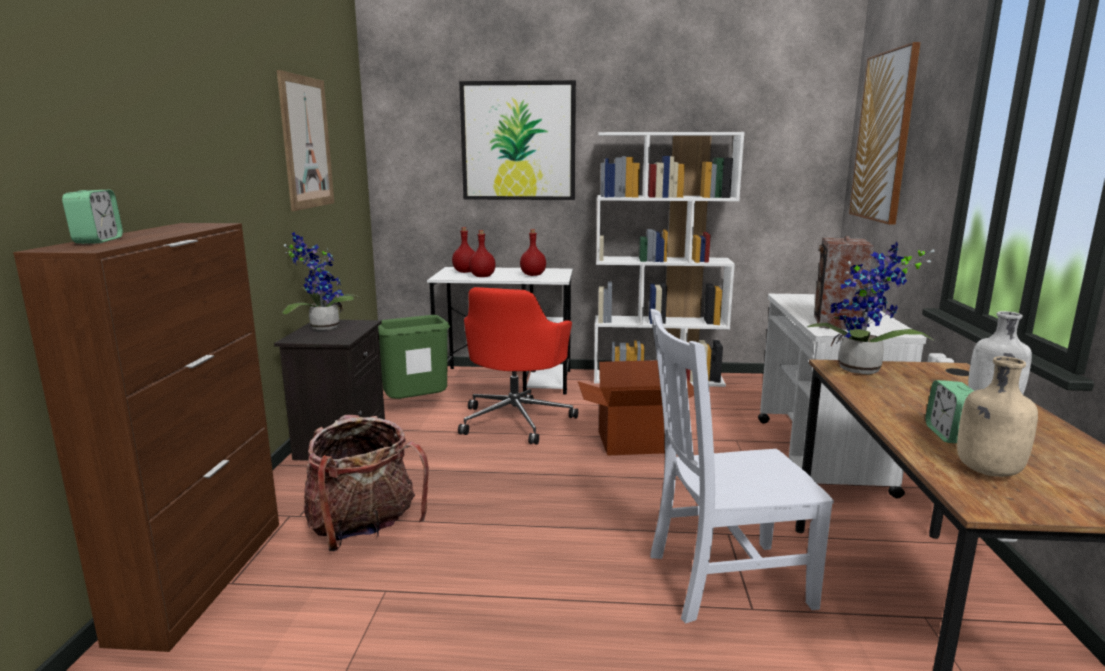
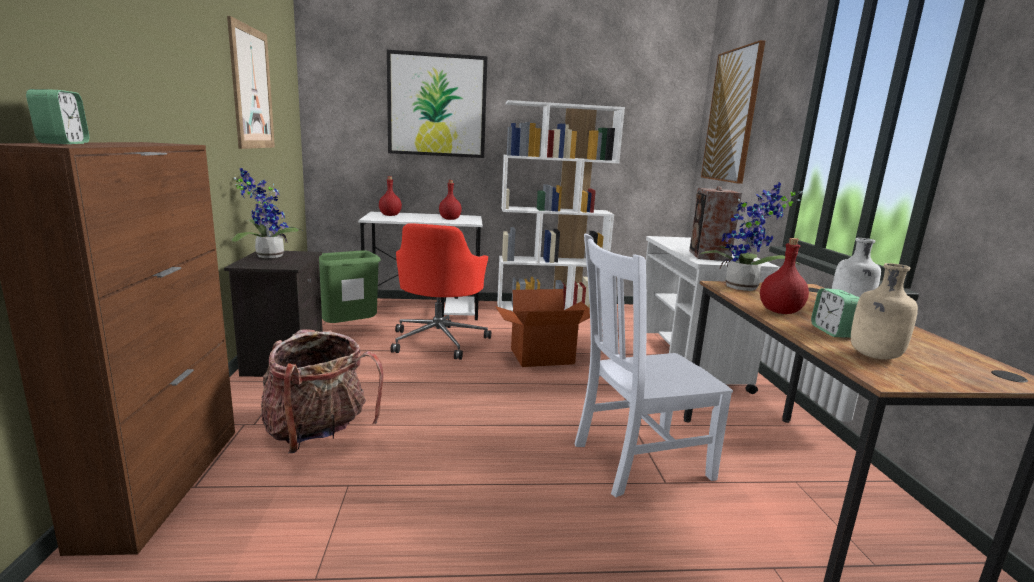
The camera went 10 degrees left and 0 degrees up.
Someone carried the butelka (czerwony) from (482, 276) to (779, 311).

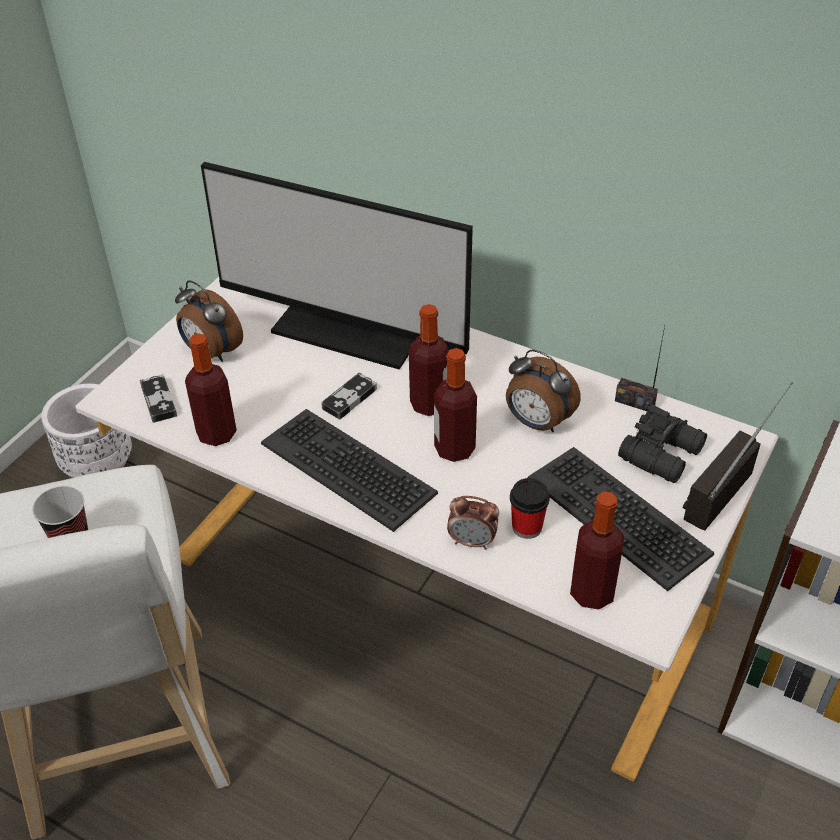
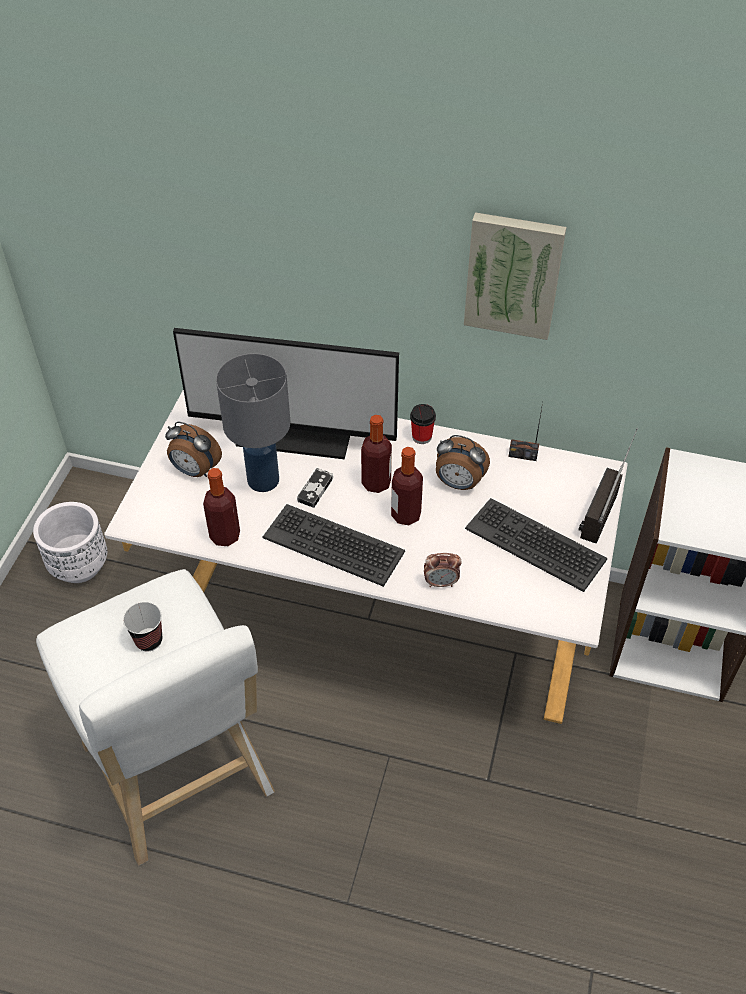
The camera went 15 degrees left and 5 degrees up.
Someone took away the pad do gier at (159, 401).
Someone took away the lornetka (czarny) at (663, 454).
Someone carried the filiżanka from (527, 527) to (421, 437).
Someone took away the butelka at (592, 593).
Someone put up the obraz at (513, 274).
Someone put down the lampa stołowa (szary) at (262, 480).

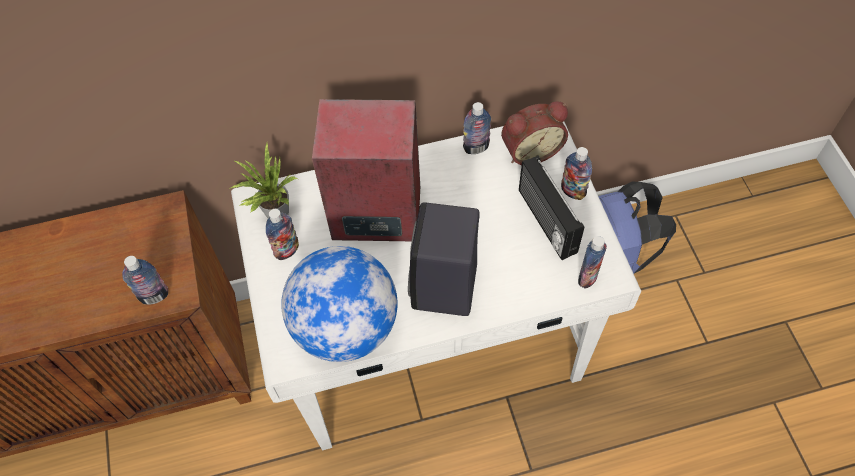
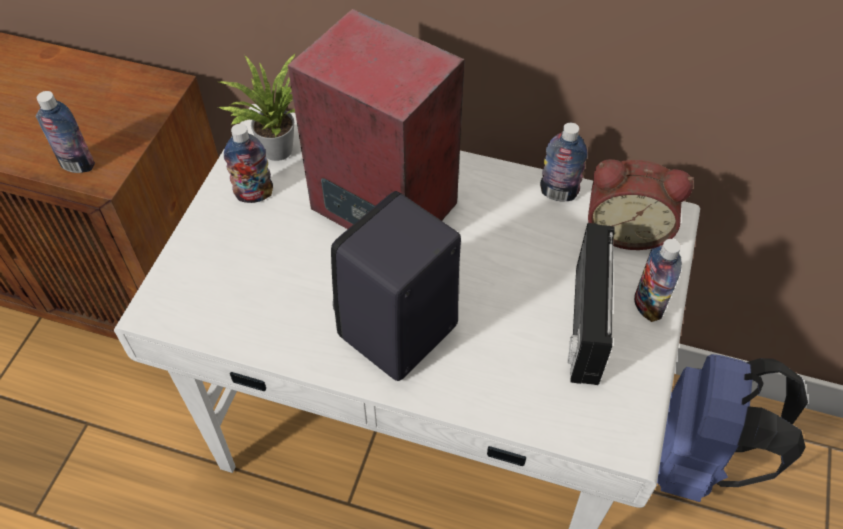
The camera went 30 degrees right and 5 degrees down.
Someone took away the butelka at (587, 277).
Someone took away the globus at (345, 327).

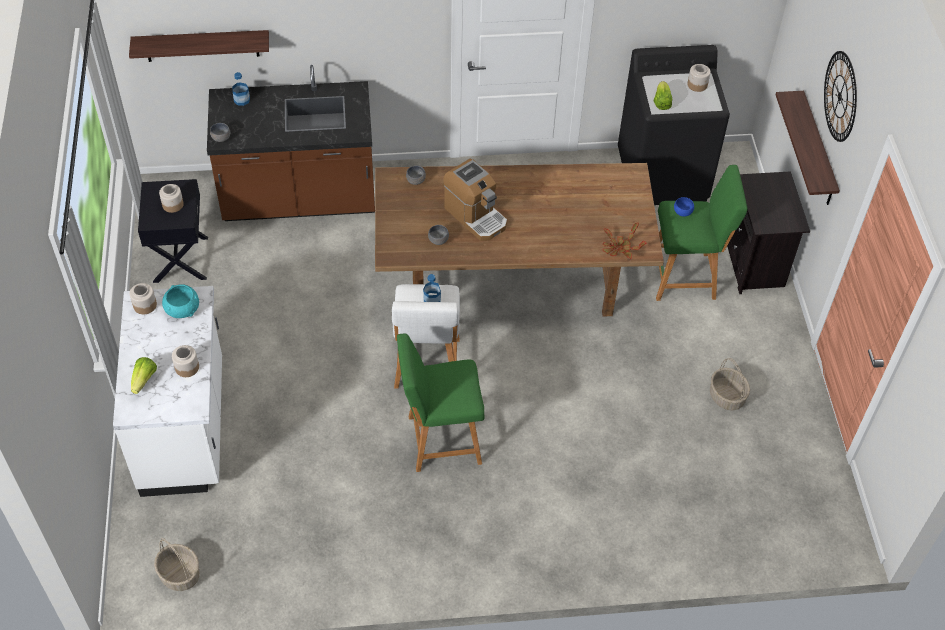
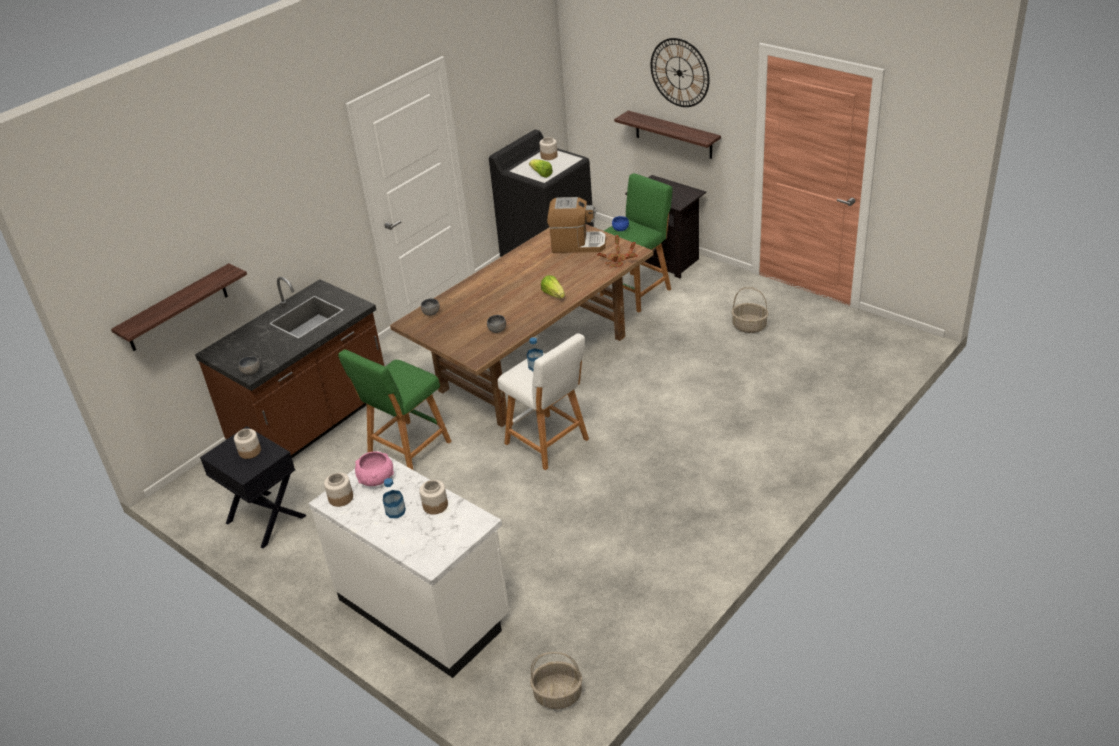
The camera went 40 degrees left and 15 degrees down.
Someone carried the butelka from (242, 100) to (395, 511).
Someone carried the ekspres do kawy from (476, 216) to (577, 244).
Someone repainted the miska (turkusowy) at (182, 309), which became the miska (różowy) at (376, 478).
Someone carried the stołek (zielony) from (440, 440) to (406, 450).
Someone carried the sałata from (144, 380) to (553, 294).

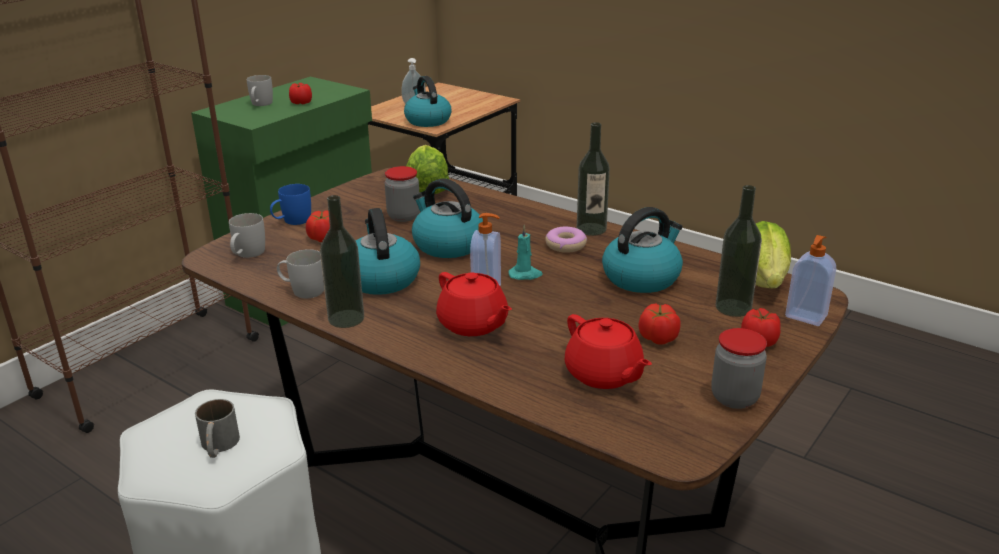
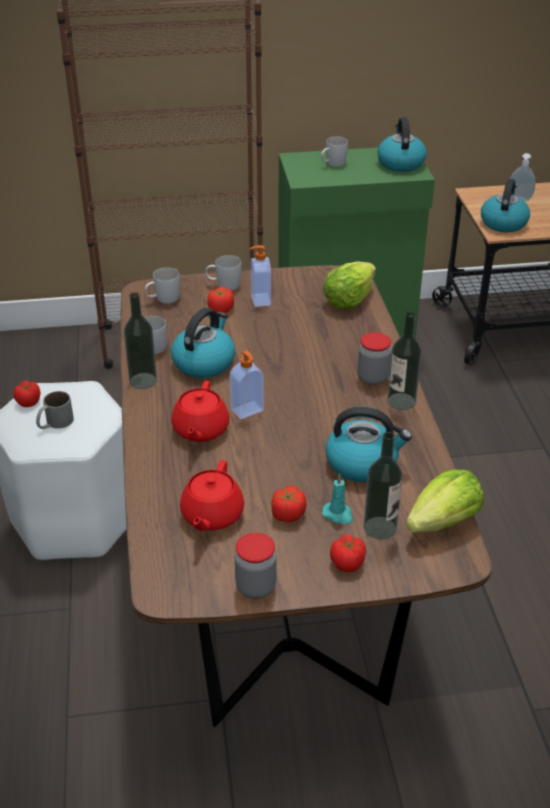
The camera went 45 degrees right and 10 degrees up.
Someone carried the pomidor from (301, 103) to (29, 402).
Someone carried the słoik from (403, 216) to (373, 378).
Someone carried the czajnik from (447, 245) to (400, 163).
Someone repainted the kubek (niebieski) at (292, 221), which became the kubek (biały) at (223, 285).
Someone carried the świeca (turkusowy) from (525, 275) to (338, 515).
Someone took away the donut at (566, 245).
Someone carried the dozownik mydła from (805, 317) to (260, 300).

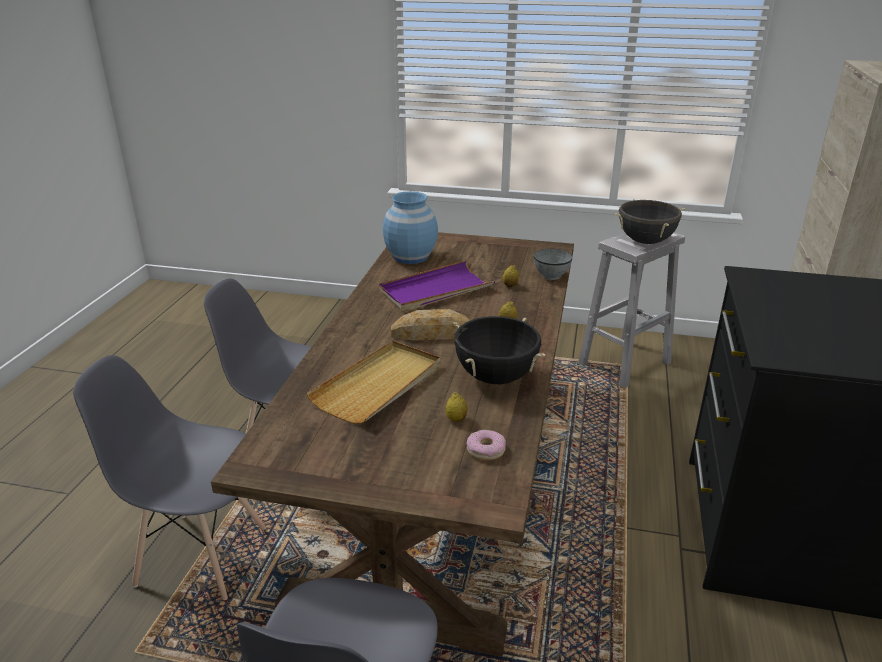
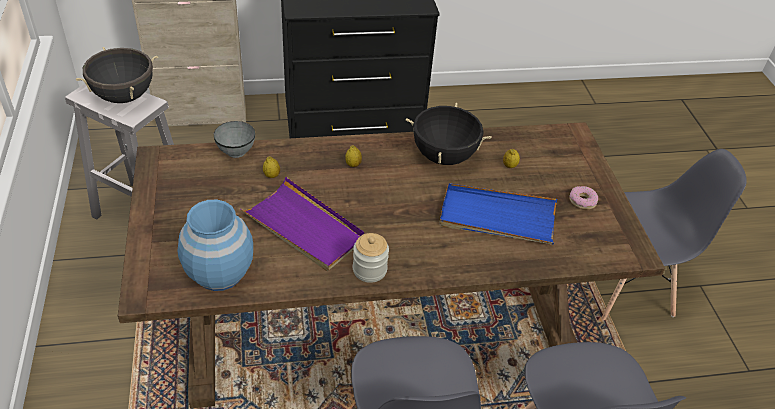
The camera went 115 degrees left and 15 degrees up.
Someone took away the chleb at (432, 333).
Someone repainted the taca (beżowy) at (379, 385), which became the taca (niebieski) at (497, 217).
Someone carried the donut from (486, 450) to (582, 201).
Someone put down the słoik at (369, 270).

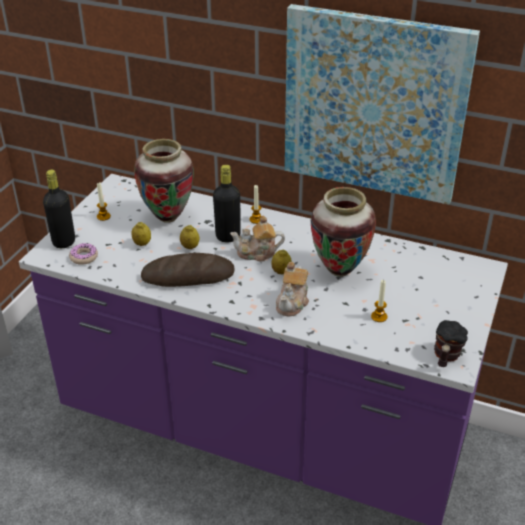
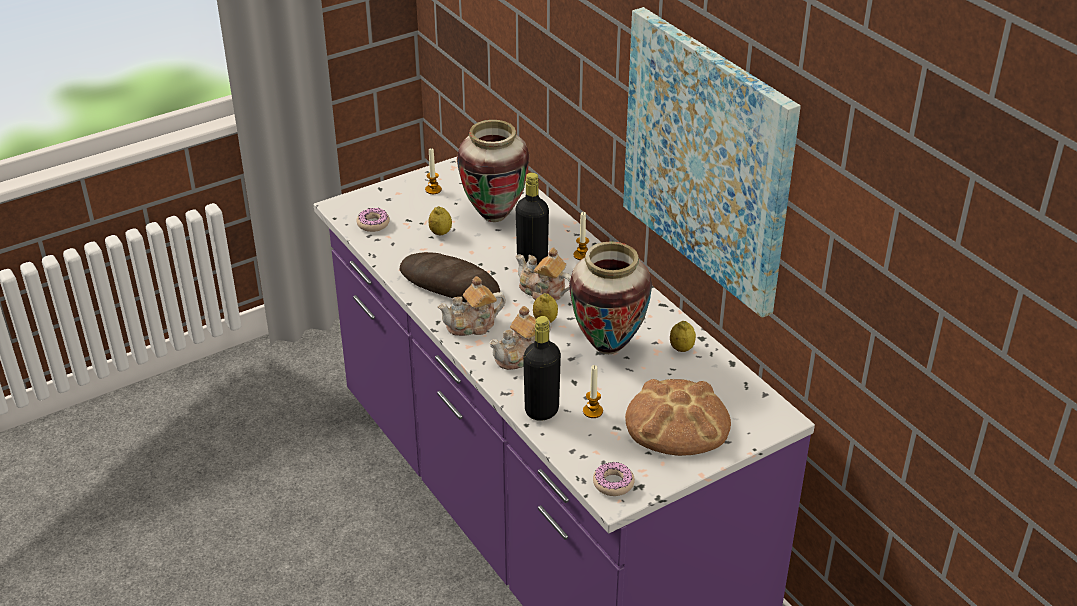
The camera went 35 degrees right and 0 degrees up.
Someone carried the butelka (czarny) from (64, 242) to (541, 410).
Someone carried the cytryna from (190, 247) to (681, 348).
Someone swapped the kubek at (445, 357) for the donut at (613, 483).
Someone put down the imbryk at (472, 325).
Someone put down the chleb at (677, 422).

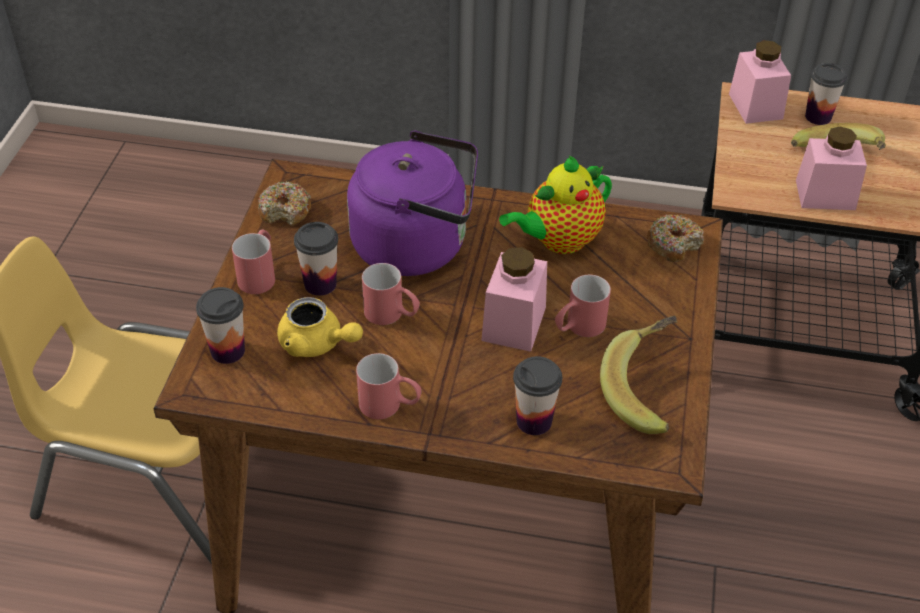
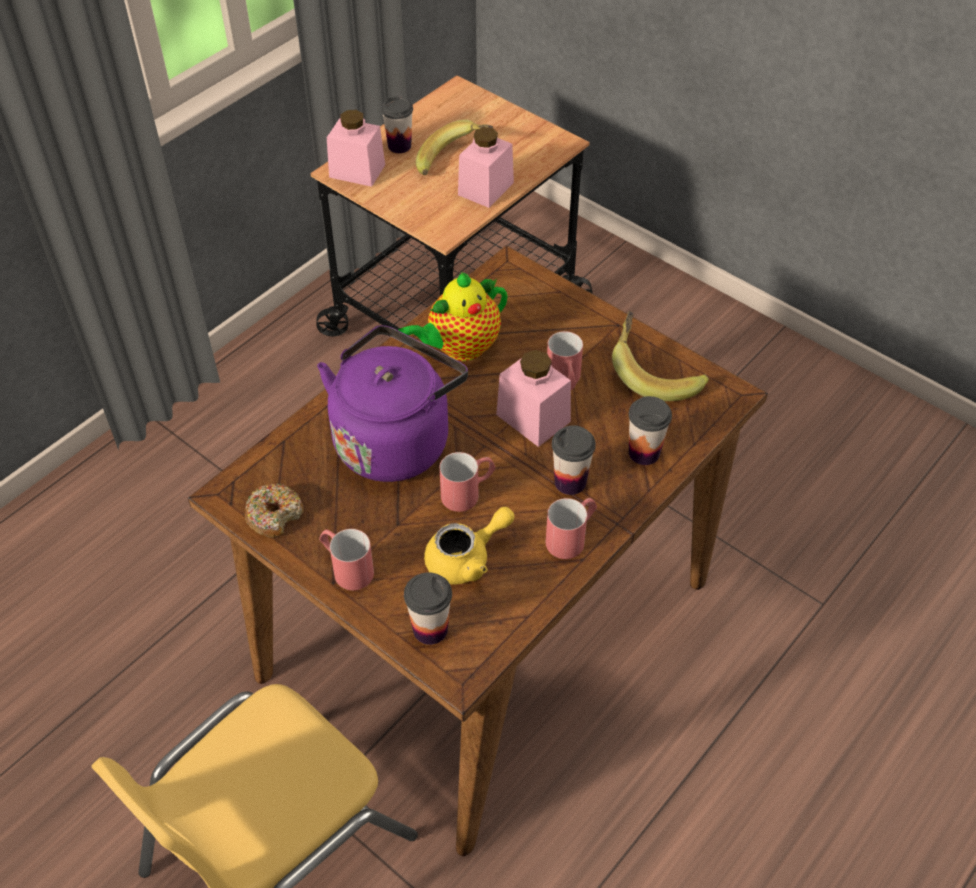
The camera went 60 degrees left and 5 degrees up.
Someone rotated the imbryk at (559, 241) by 60 degrees clockwise.
Someone took away the donut at (673, 244).
Someone carried the filiżanka from (320, 284) to (570, 482).

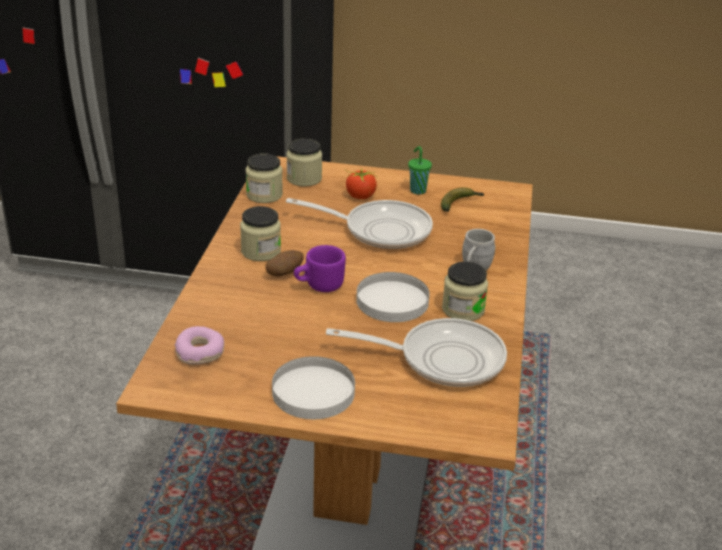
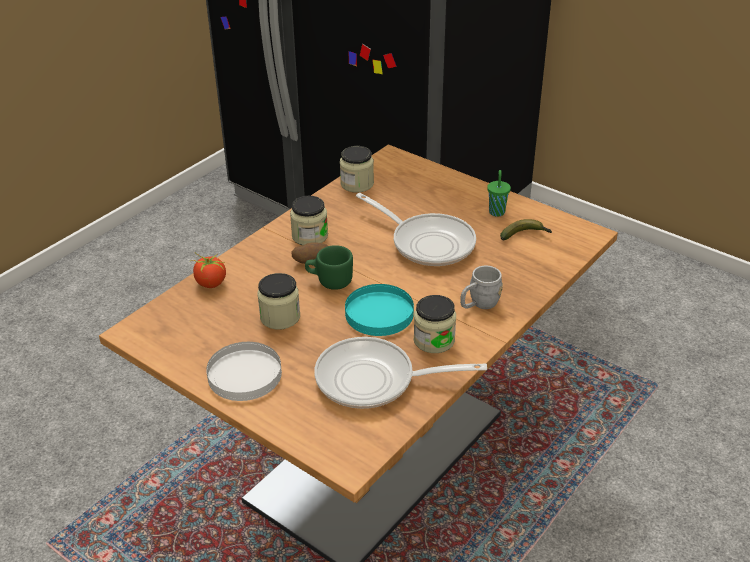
The camera went 30 degrees right and 5 degrees up.
Someone carried the słoik from (304, 179) to (280, 317).
Someone carried the pomidor from (360, 196) to (210, 283).
Someone repainted the kubek (fioletowy) at (318, 286), which became the kubek (zielony) at (329, 281).
Someone repainted the talerz (biały) at (393, 301), which became the talerz (turkusowy) at (380, 313).
Someone rotated the patelnia at (442, 359) by 150 degrees clockwise.
Someone took away the donut at (200, 352).

